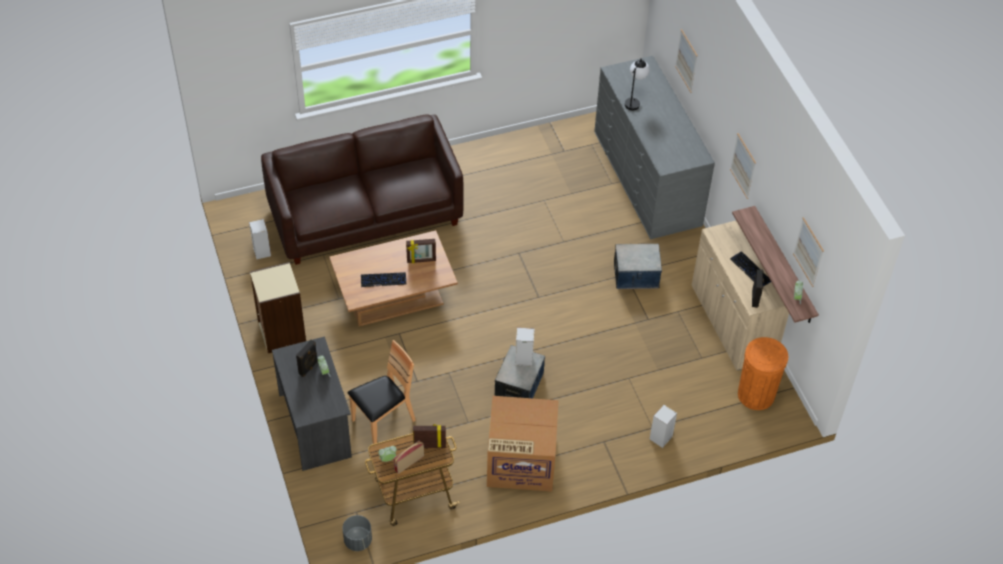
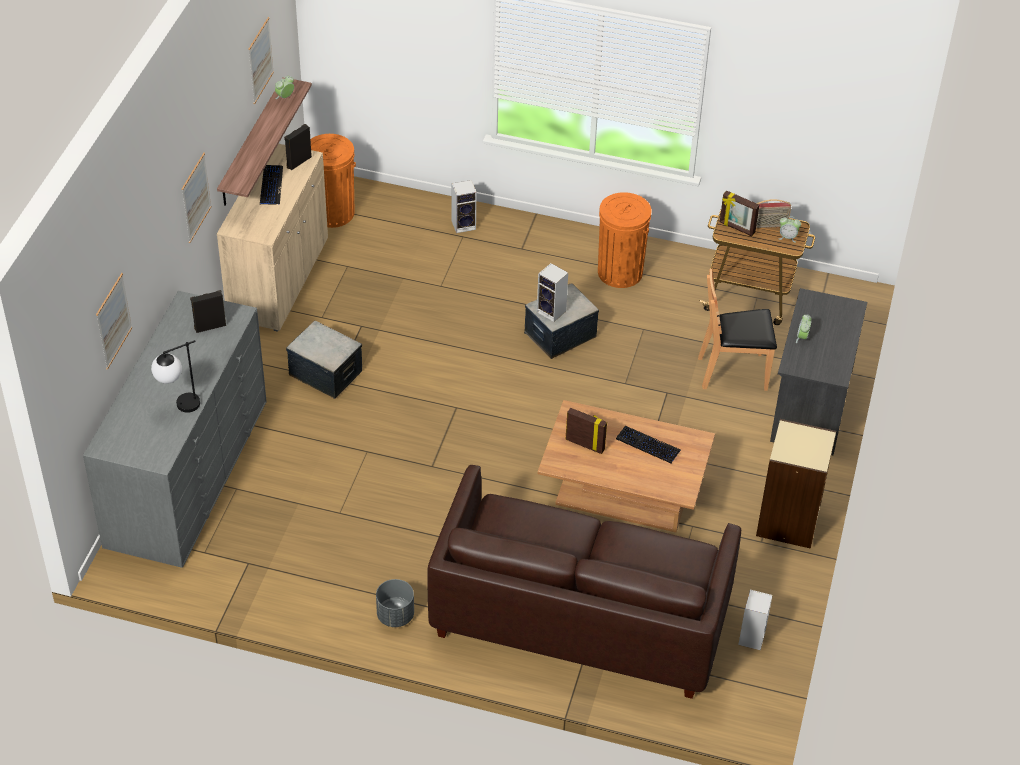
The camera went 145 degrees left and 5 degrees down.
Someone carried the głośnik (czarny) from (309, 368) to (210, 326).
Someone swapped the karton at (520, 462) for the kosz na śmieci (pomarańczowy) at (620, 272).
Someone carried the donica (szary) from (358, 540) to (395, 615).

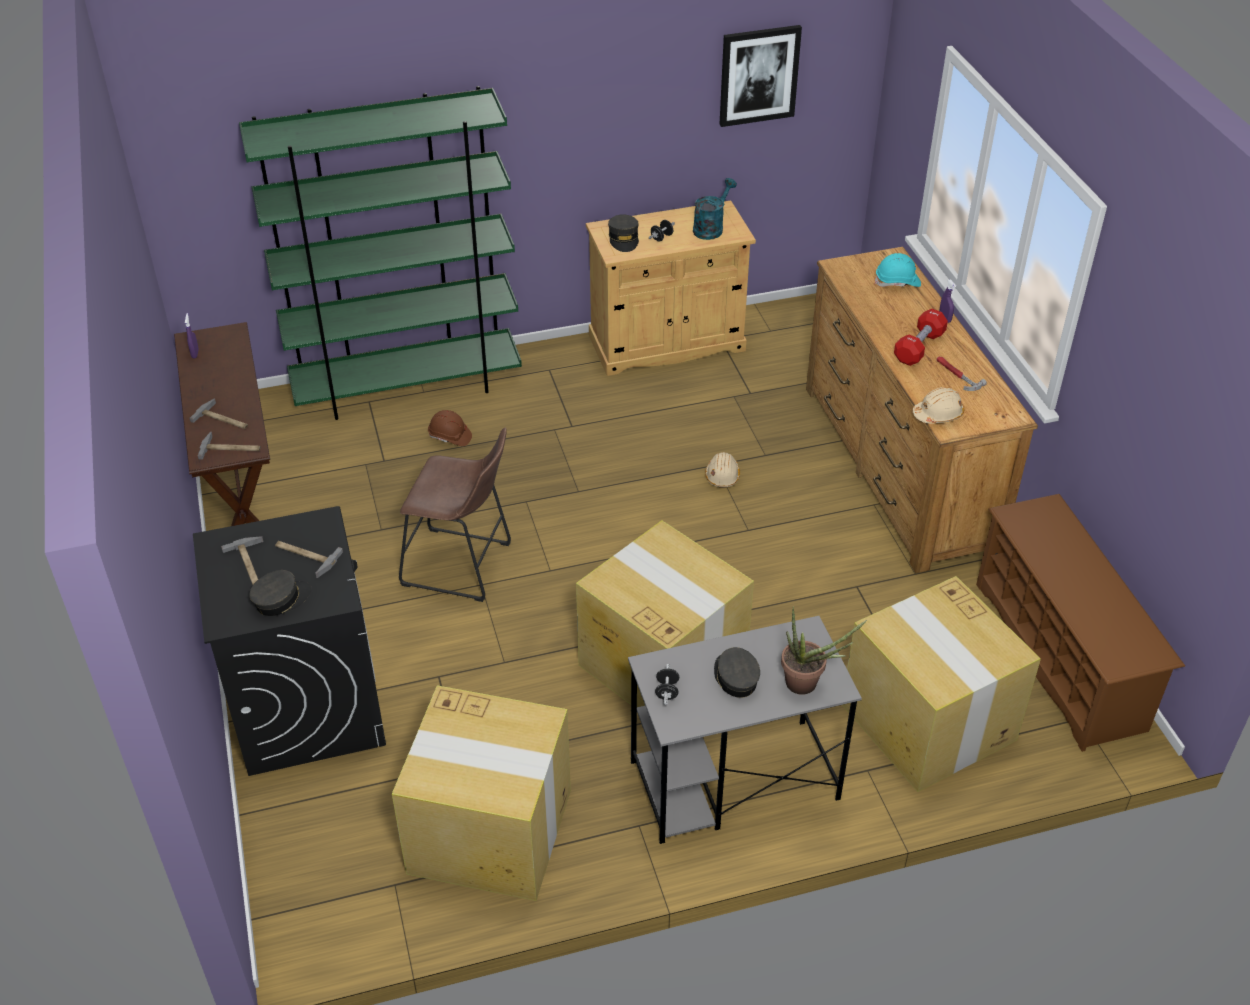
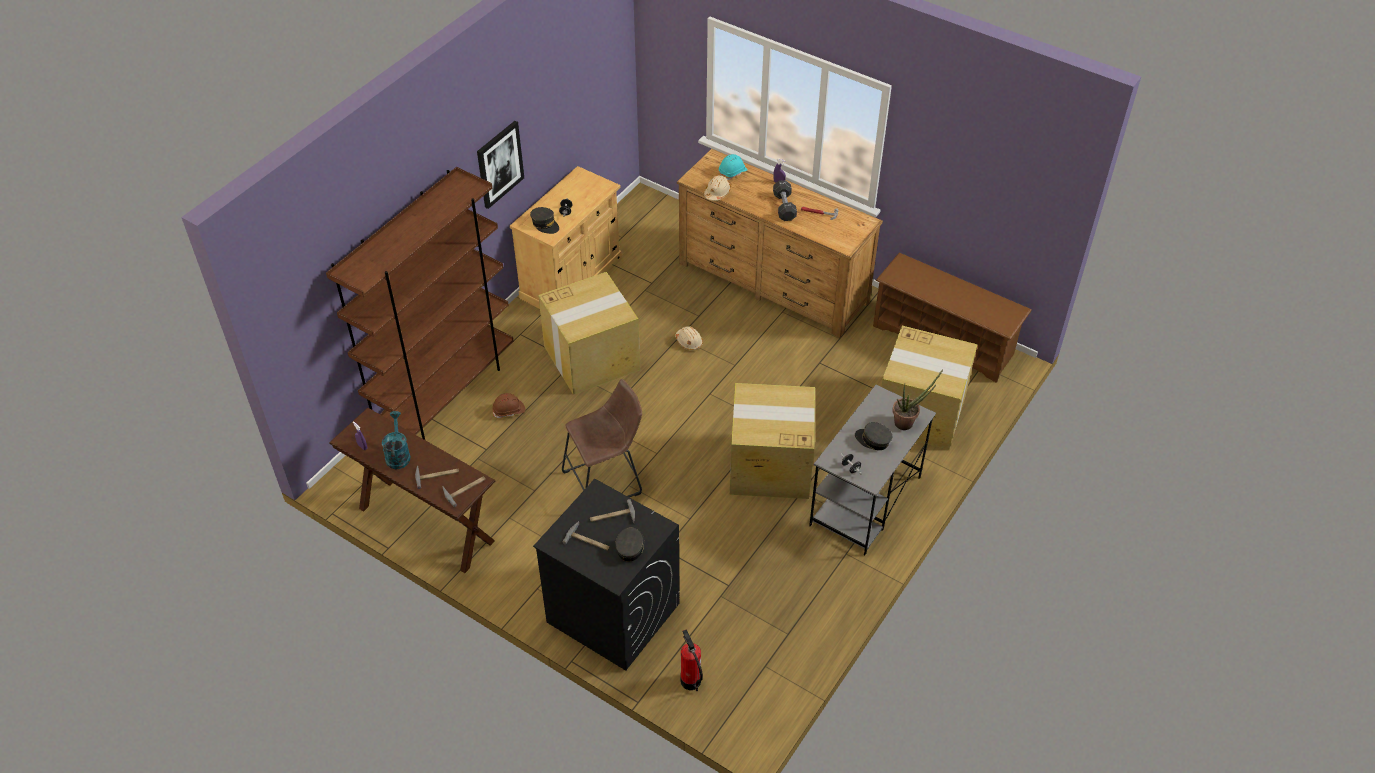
The camera went 40 degrees left and 5 degrees up.
Someone carried the obraz from (758, 75) to (499, 164).
Someone repainted the regał (zielony) at (408, 386), which became the regał (brązowy) at (445, 395).
Someone carried the konewka (turkusowy) from (711, 228) to (398, 454).
Someone repainted the hantel (czerwony) at (919, 347), which became the hantel (czarny) at (784, 207).
Someone carried the kask (beżowy) from (938, 414) to (717, 192).
Someone carried the karton from (492, 831) to (593, 357).
Someone put down the gaśnica at (690, 681).

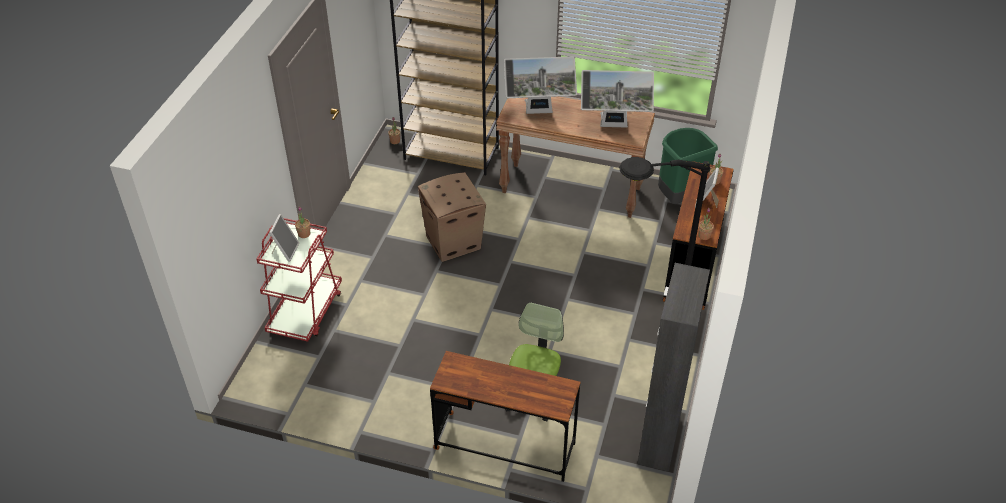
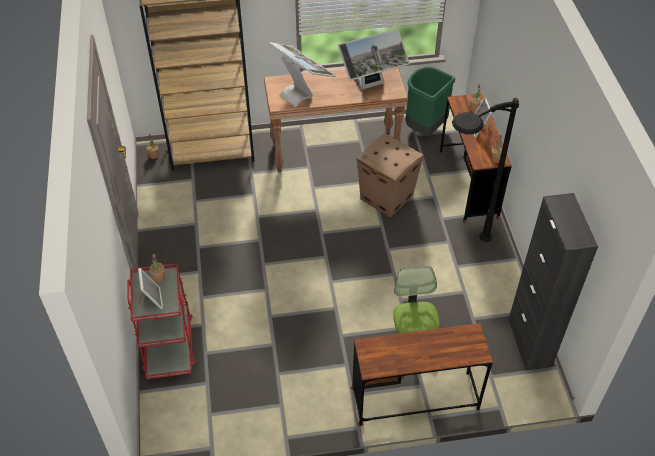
The camera went 25 degrees left and 5 degrees up.
Someone rotated the monitor at (539, 112) by 105 degrees counterclockwise.
Someone carried the karton from (453, 242) to (387, 197).

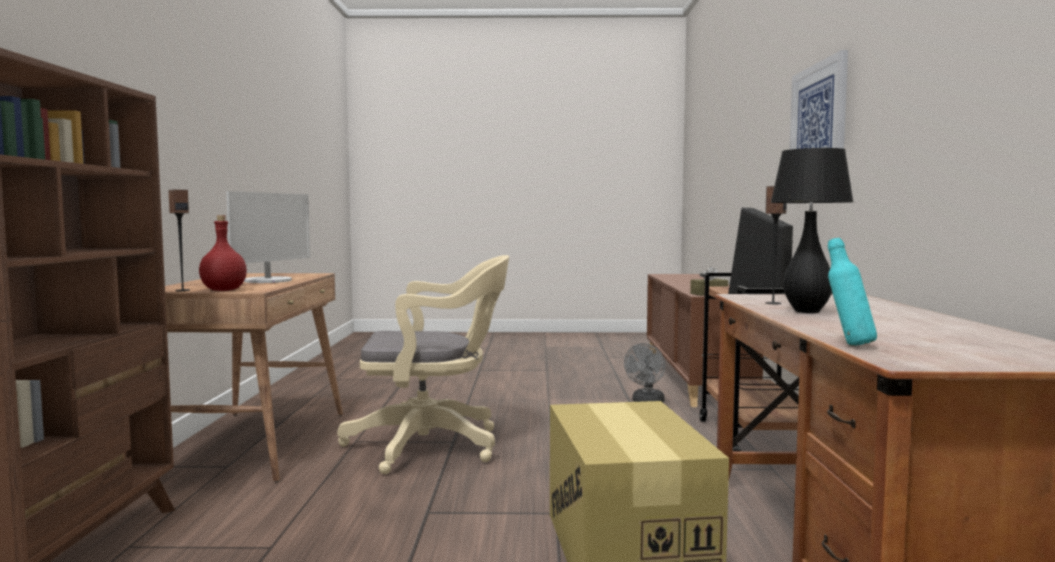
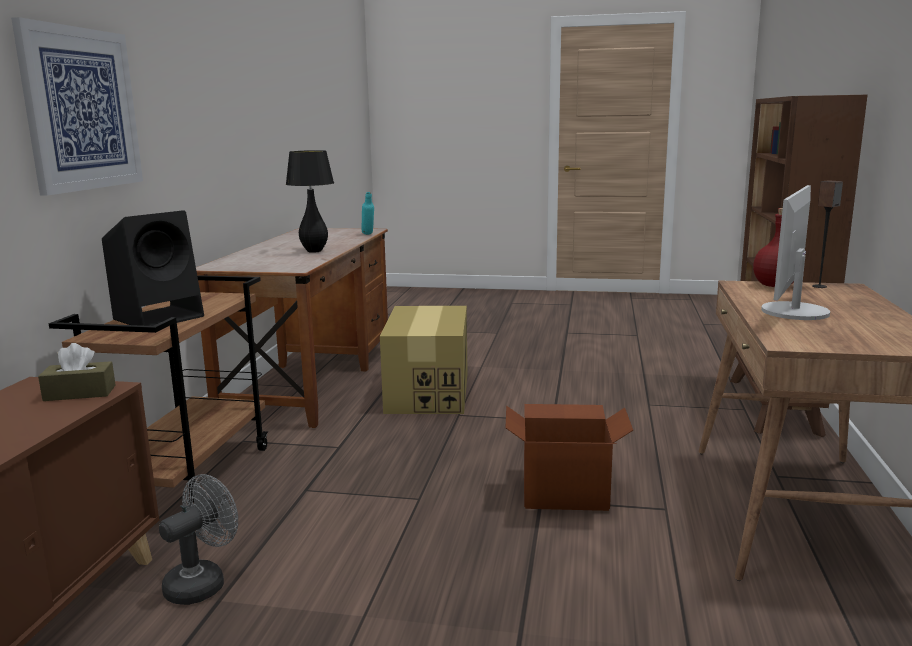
The camera went 170 degrees left and 10 degrees up.
Someone took away the głośnik at (772, 303).
Someone swapped the krzesło biurowe (beżowy) at (433, 445) for the karton at (564, 494).

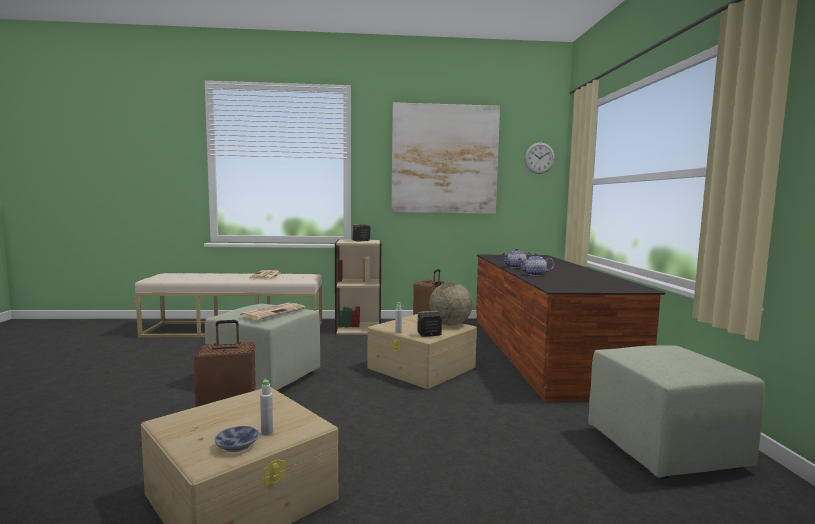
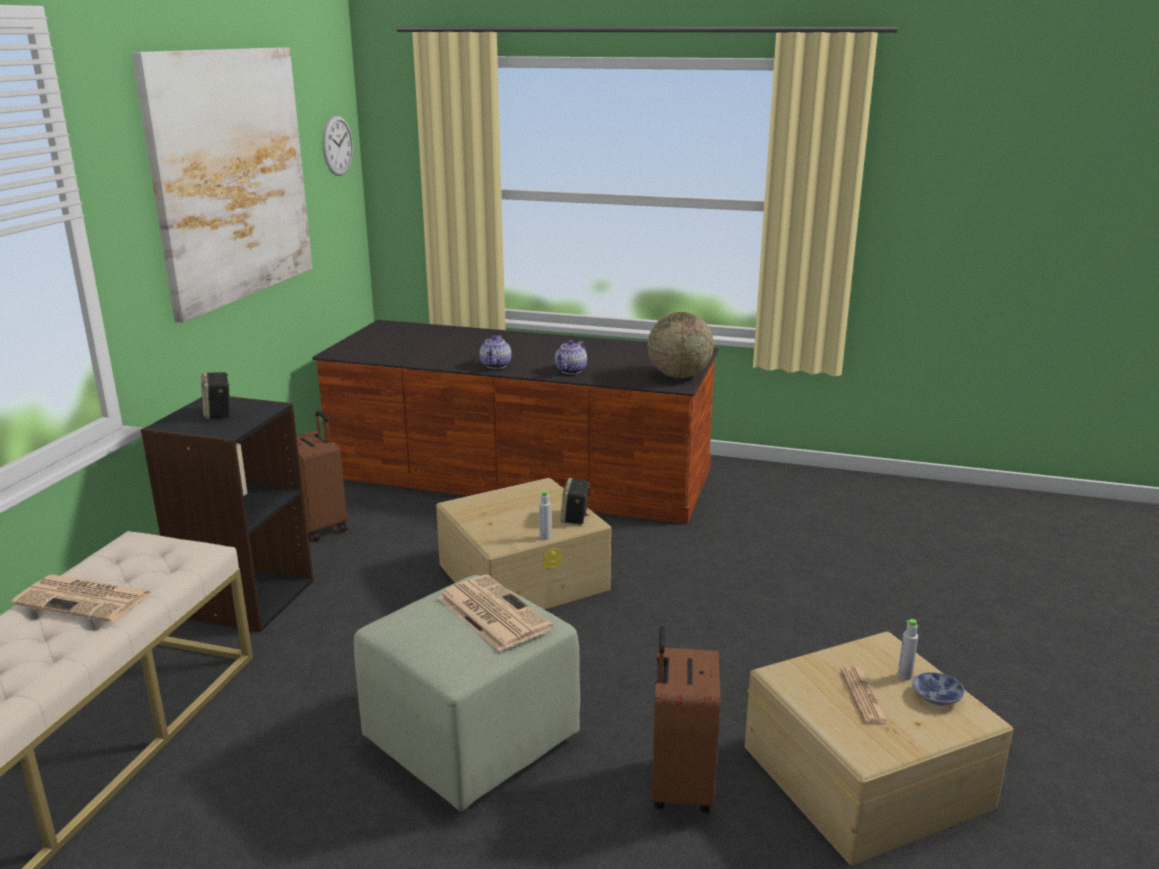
The camera went 70 degrees left and 15 degrees up.
Someone repainted the regał (beżowy) at (358, 328), which became the regał (czarny) at (245, 598).
Someone carried the globus from (450, 324) to (679, 376).
Someone took away the pufa (zielony) at (666, 450).
Someone put down the gazeta at (864, 696).

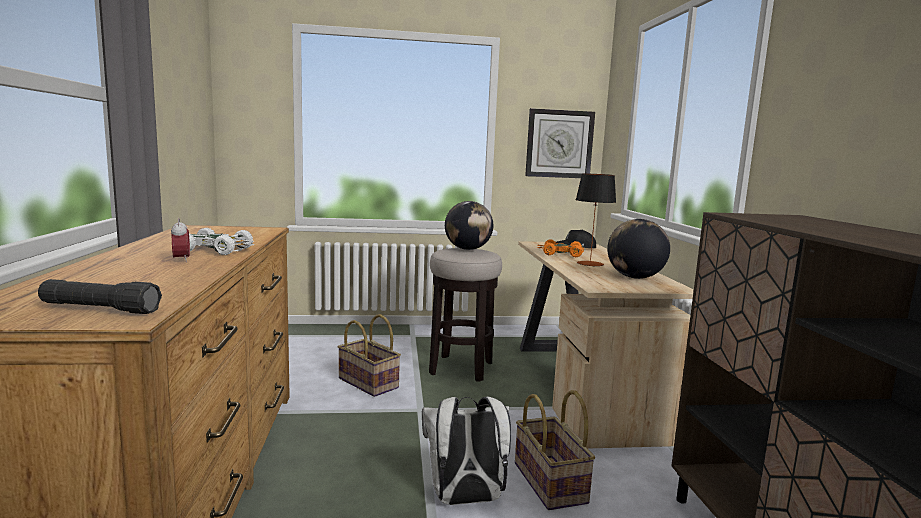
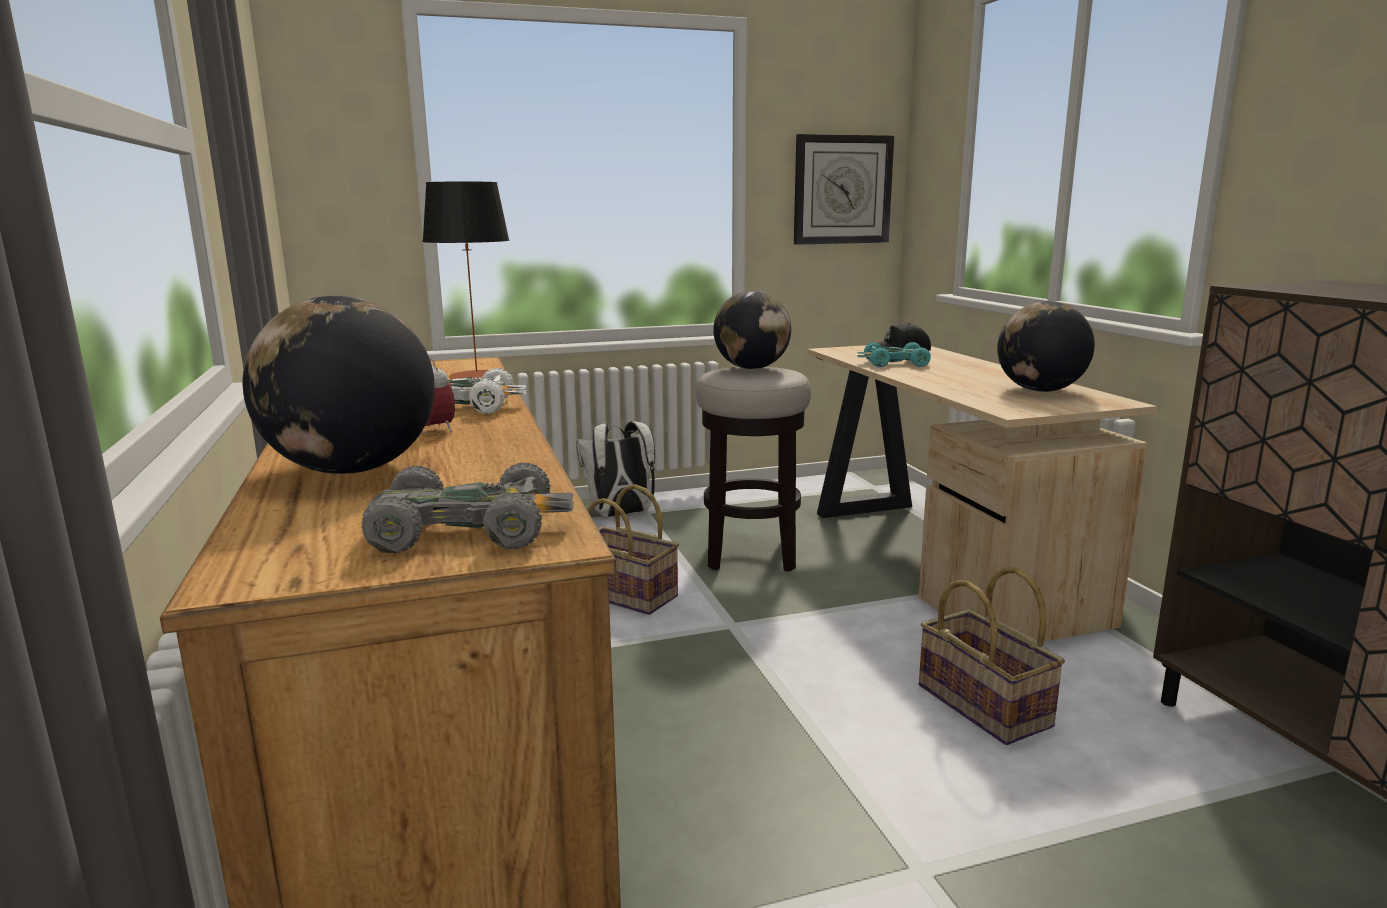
The camera went 10 degrees left and 5 degrees up.
Someone carried the lampa stołowa from (590, 263) to (477, 376).
Someone repainted the samochodzik (pomarańczowy) at (561, 254), which became the samochodzik (turkusowy) at (894, 363).
Someone swapped the latarka (czarny) at (100, 309) for the samochodzik (szary) at (468, 530).
Someone carried the plecak (biały) from (465, 500) to (620, 515).
Someone put down the globus at (352, 470).

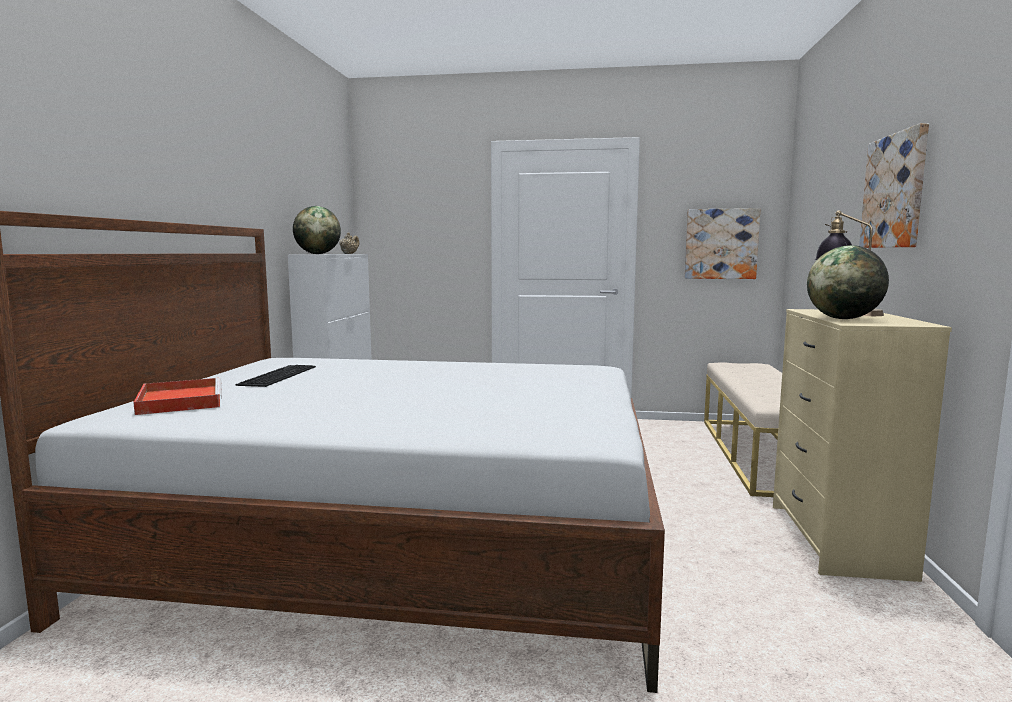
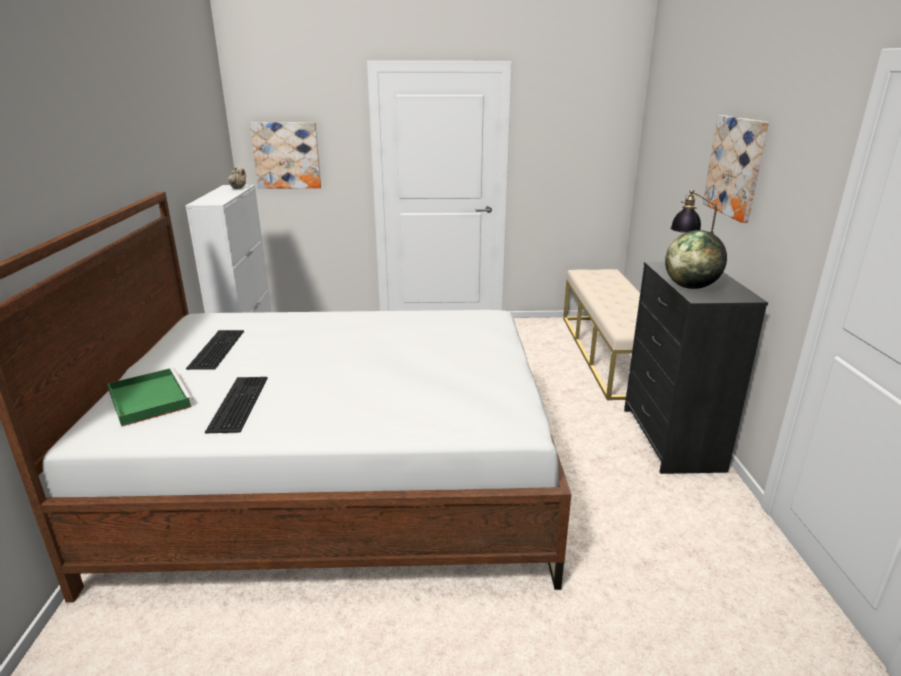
The camera went 10 degrees left and 15 degrees up.
Someone took away the globus at (317, 254).
Someone carried the obraz from (721, 244) to (287, 155).
Someone repainted the komoda (beżowy) at (836, 539), which became the komoda (czarny) at (670, 439).
Someone repainted the taca (czerwony) at (180, 400), which became the taca (zielony) at (148, 399).
Someone put down the klawiatura at (237, 402).

